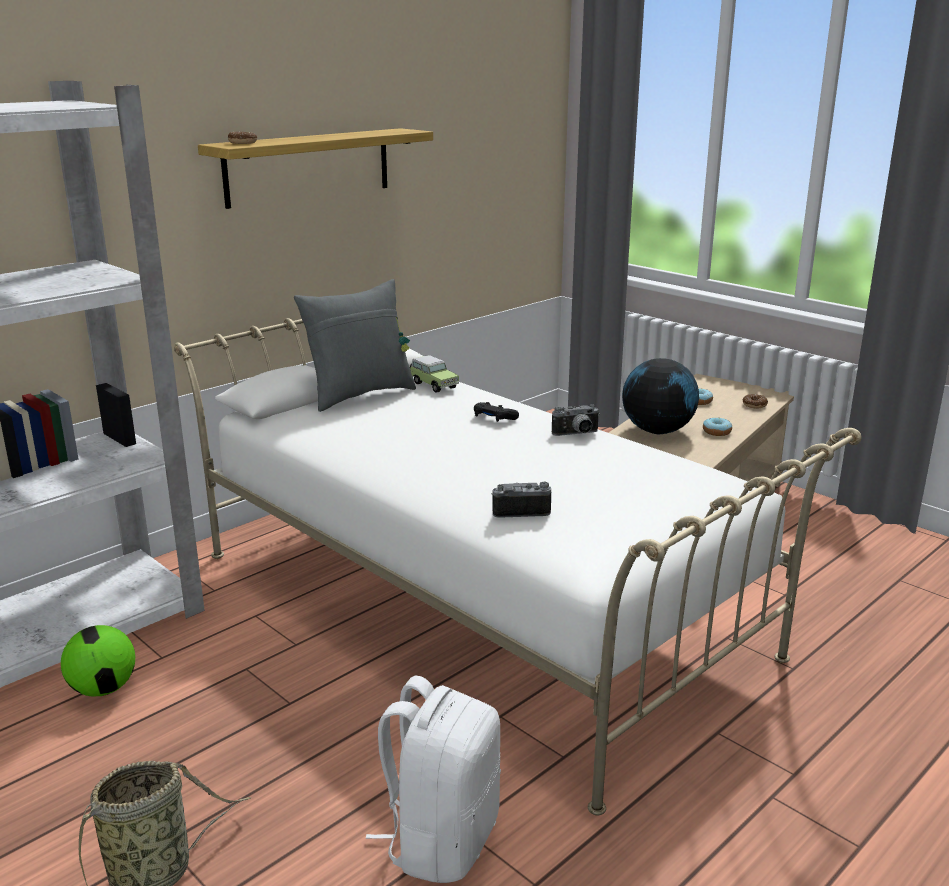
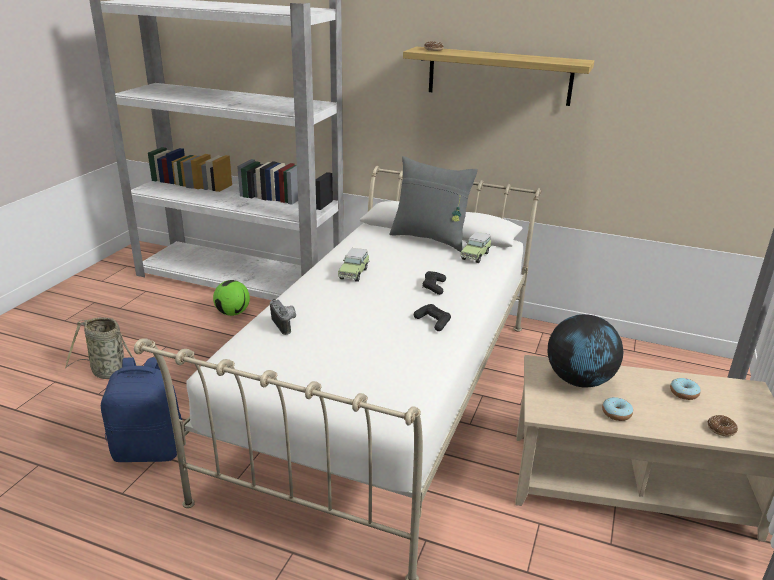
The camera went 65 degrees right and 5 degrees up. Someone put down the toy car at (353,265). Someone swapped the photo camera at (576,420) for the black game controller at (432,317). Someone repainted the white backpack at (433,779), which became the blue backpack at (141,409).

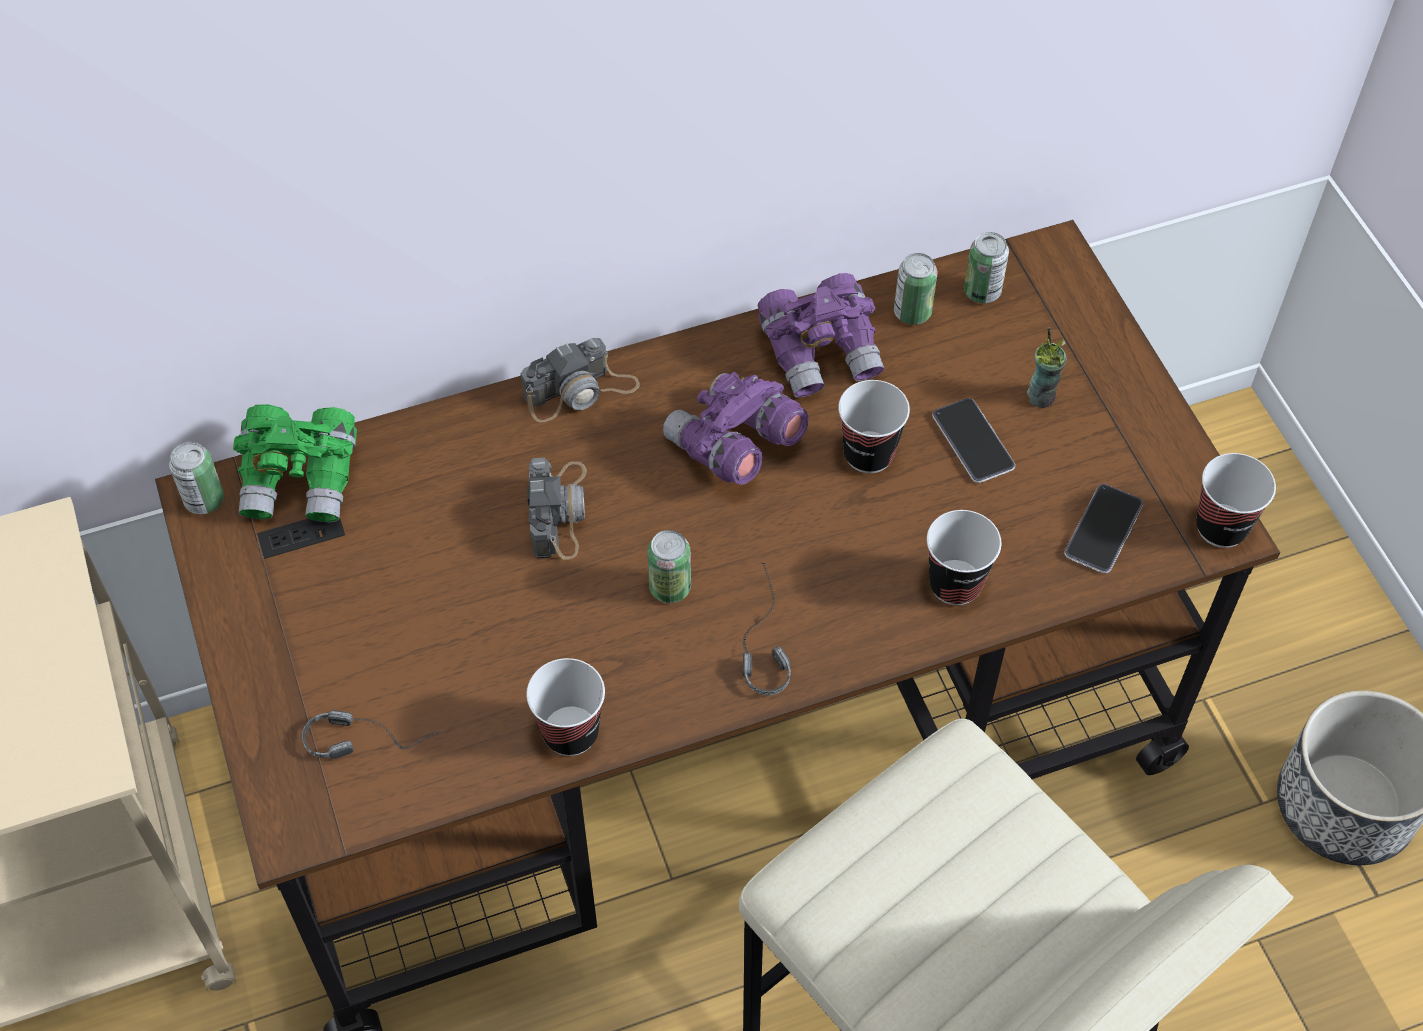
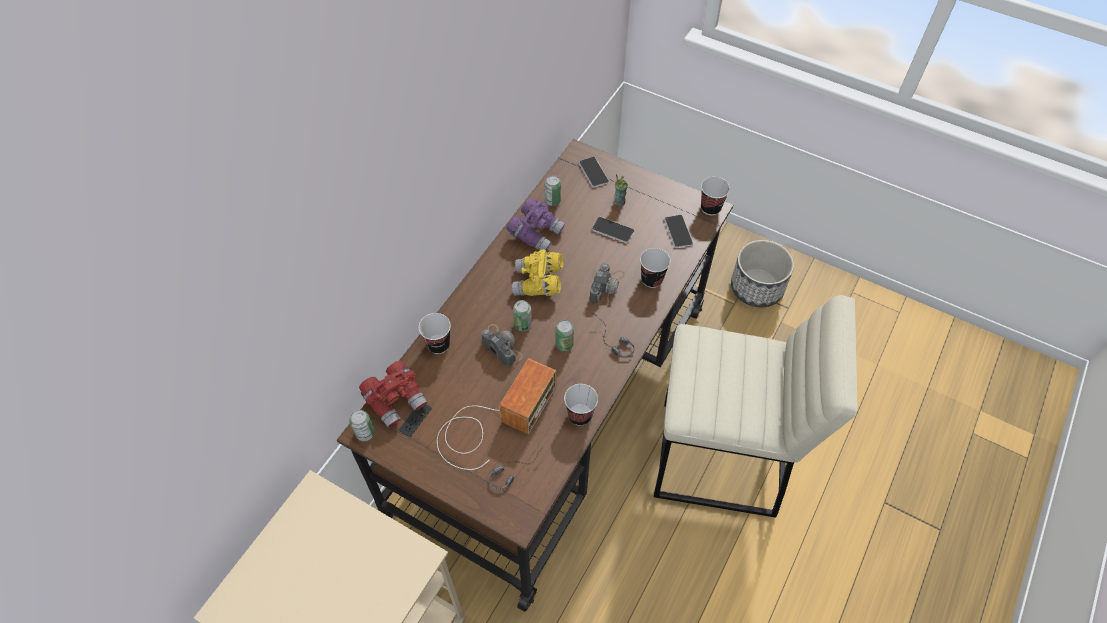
The camera went 40 degrees left and 0 degrees up. Someone put down the radio at (497,414). Someone put down the phone at (594,172). Someone carried the photo camera from (580,380) to (607,285). Someone carried the cup from (874,426) to (435,333). Someone carried the can from (986,267) to (522,315). Someone repainted the green binoculars at (295,463), which became the red binoculars at (393,394). Someone repainted the purple binoculars at (735,428), which became the yellow binoculars at (537,272).

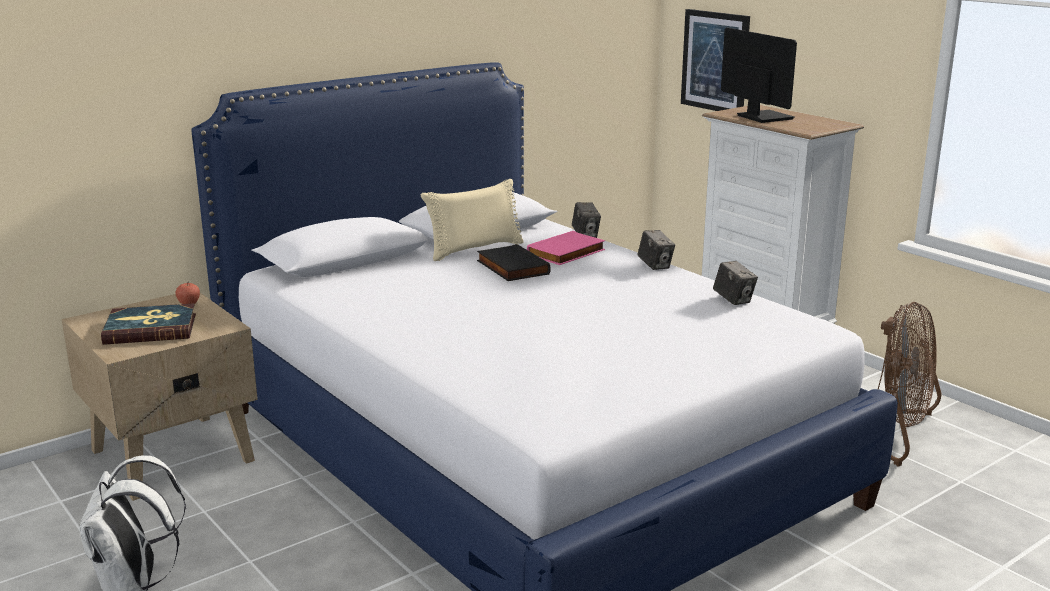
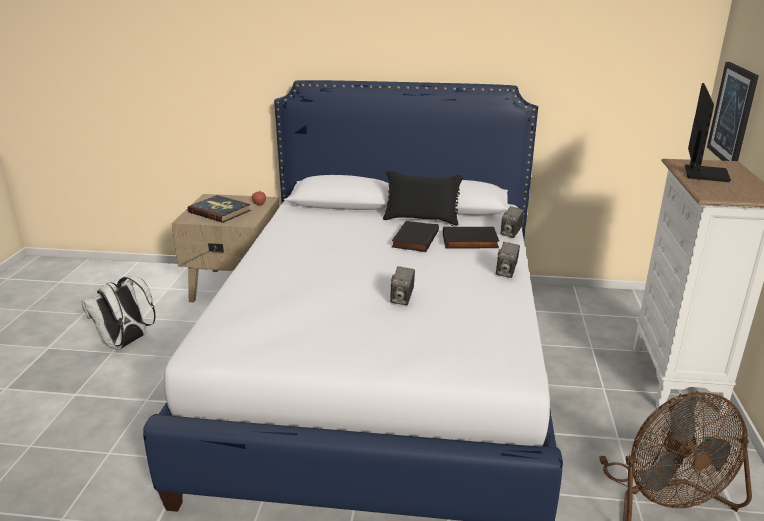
The camera went 45 degrees right and 5 degrees up. Someone carried the photo camera from (735,283) to (402,285). Someone repainted the beige pillow at (472,220), which became the black pillow at (423,198). Someone repainted the pink book at (566,248), which became the black book at (471,237).

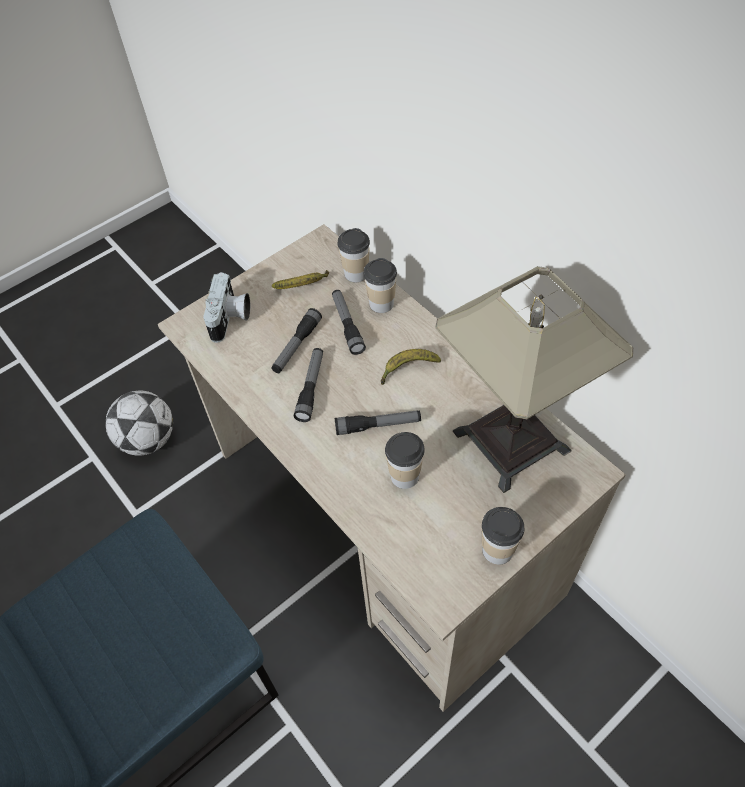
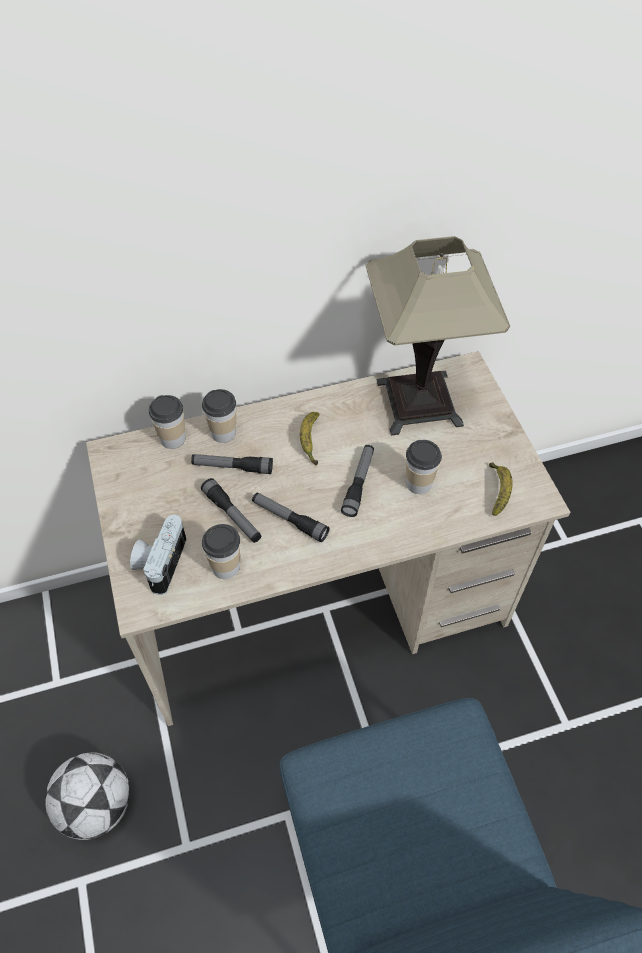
The camera went 70 degrees left and 0 degrees up. Someone carried the banana from (300,279) to (501,489). Someone carried the cup from (503,535) to (221,551). Someone rotated the photo camera at (226,307) by 105 degrees counterclockwise.

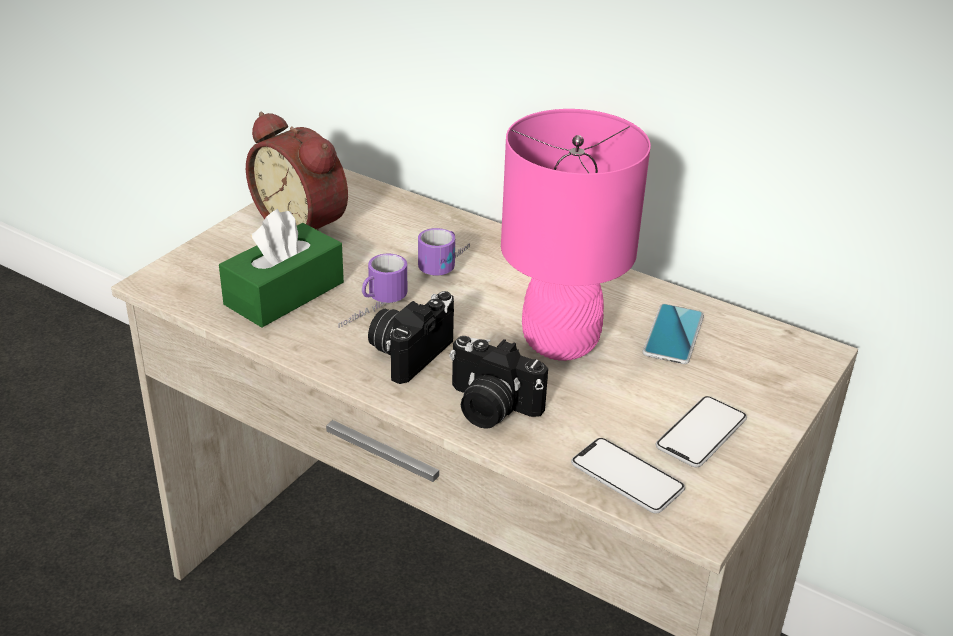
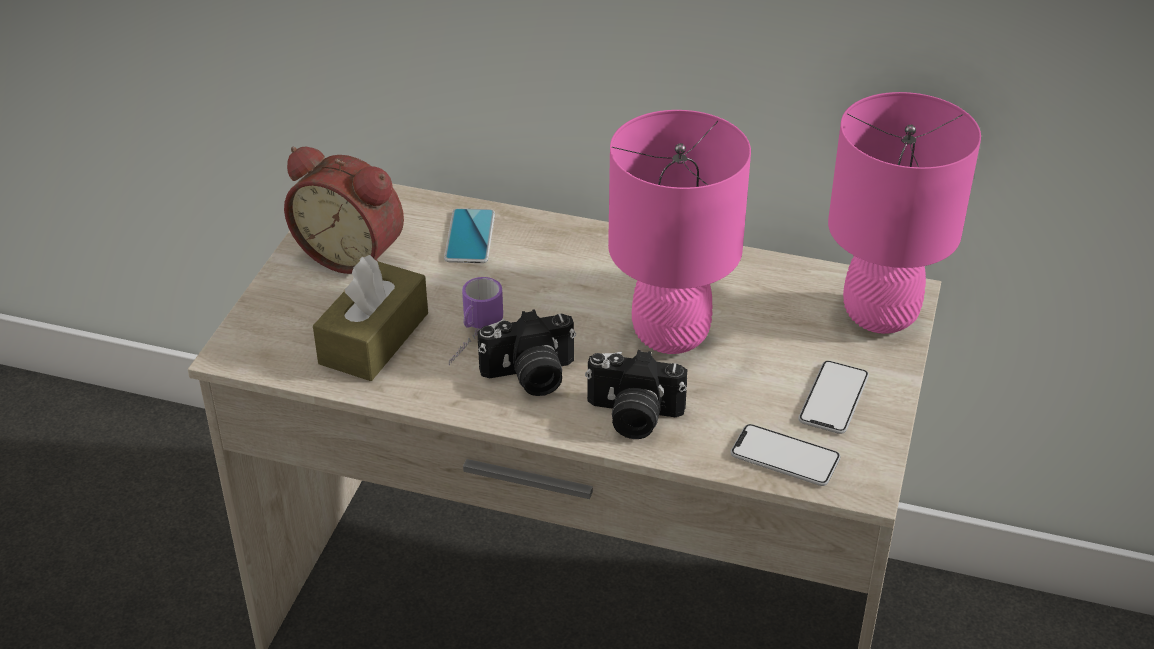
The camera went 15 degrees left and 5 degrees up. Someone took away the mug at (444,252). Someone put down the pink table lamp at (904,213). Someone carried the phone from (673,334) to (469,235). Someone repainted the green tissue box at (281,268), which became the brown tissue box at (370,318). Someone rotated the photo camera at (411,337) by 120 degrees counterclockwise.

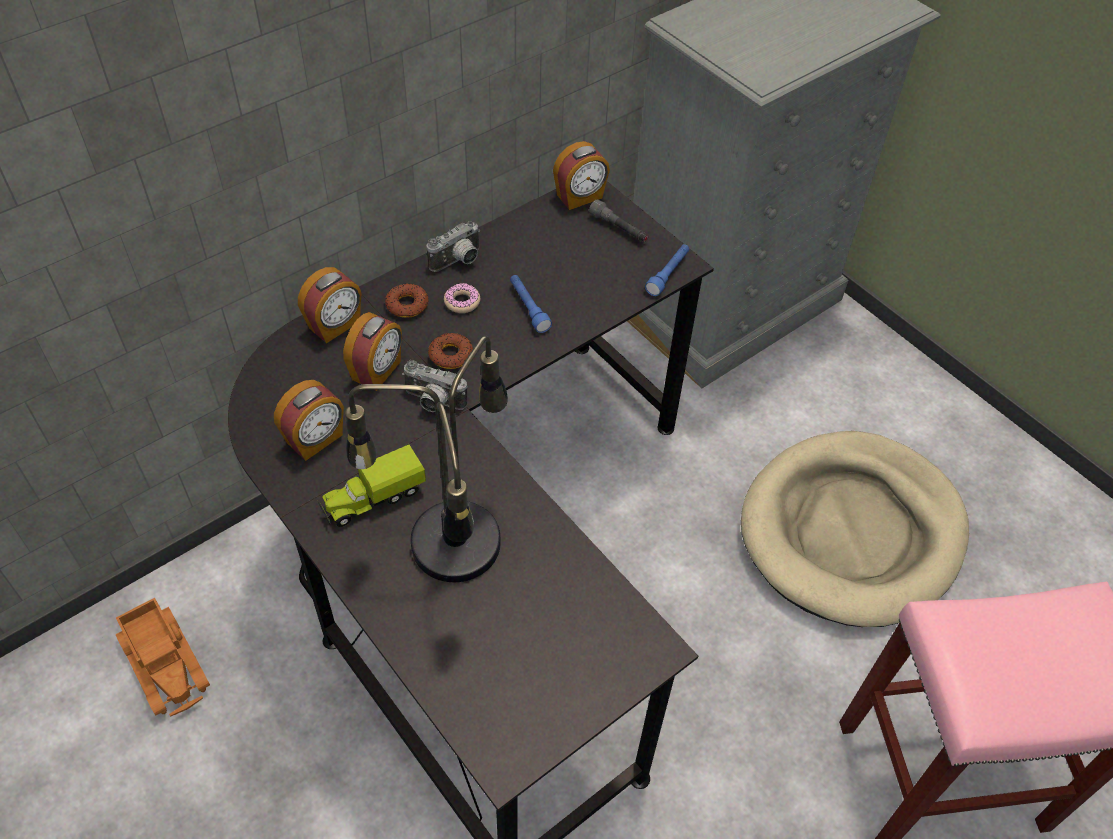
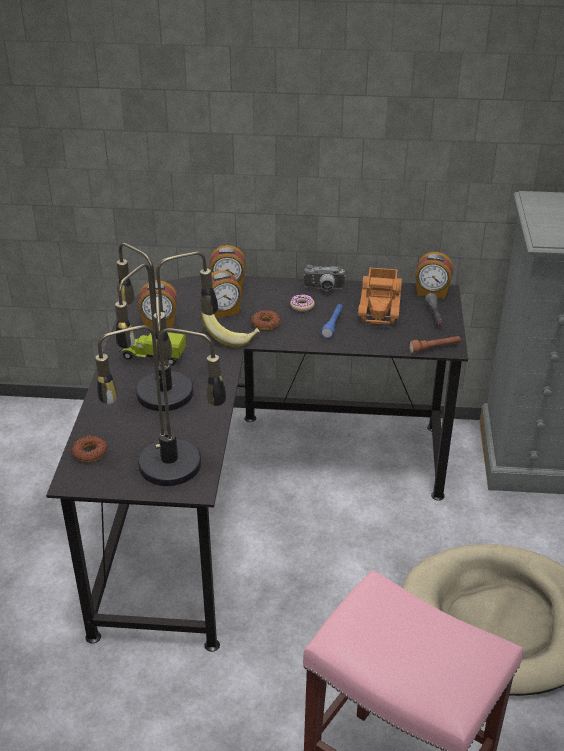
The camera went 45 degrees right and 15 degrees down. Someone put down the table lamp at (160,391). Someone carried the toy truck from (163,657) to (380,296). Someone carried the donut from (407,300) to (89,449). Someone swapped the photo camera at (434,386) for the banana at (230,329). Someone repainted the blue flashlight at (667,270), which became the brown flashlight at (435,344).

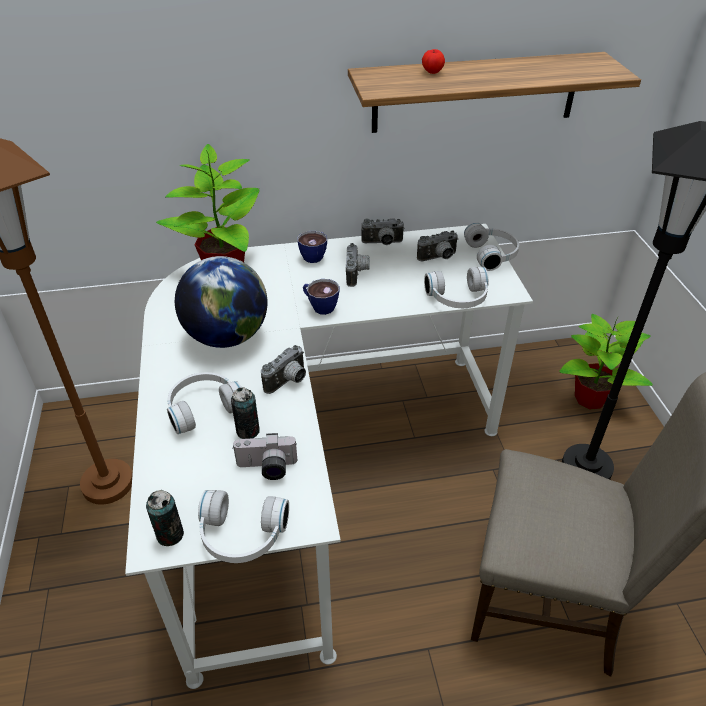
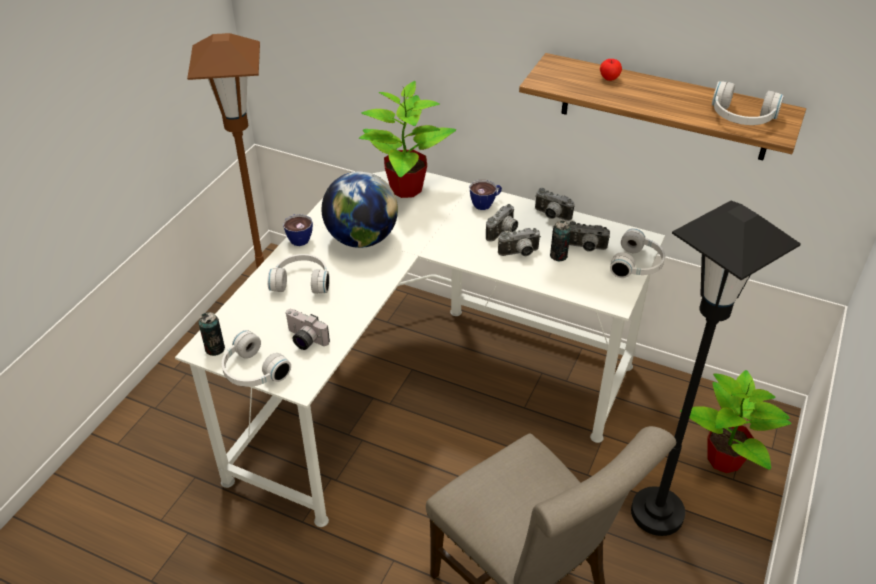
The camera went 35 degrees right and 0 degrees up. Someone carried the can from (245,413) to (560,241). Someone carried the photo camera from (283,369) to (519,242). Someone carried the cup from (321,297) to (298,230). Someone carried the white headphones from (456,287) to (748,103).

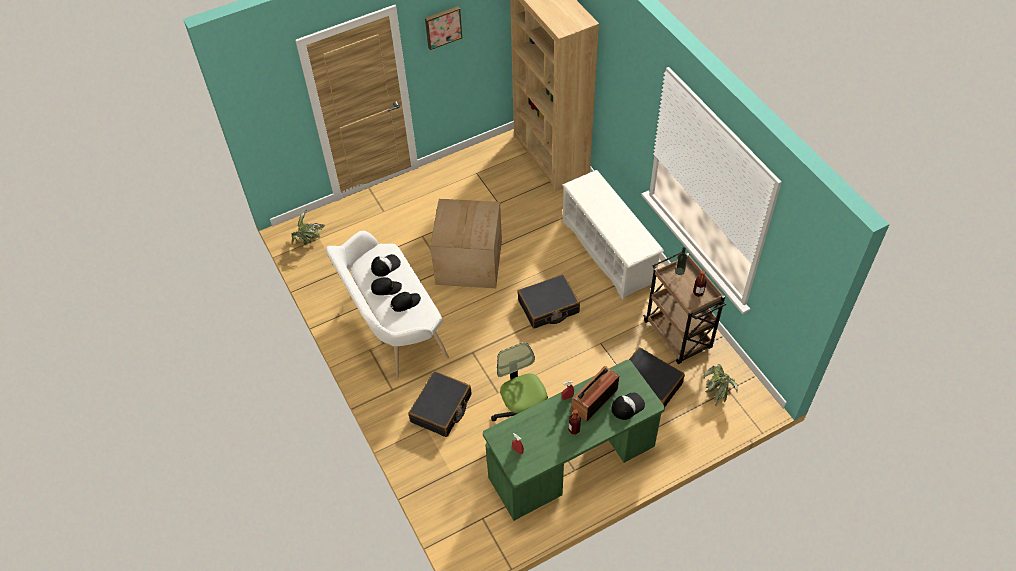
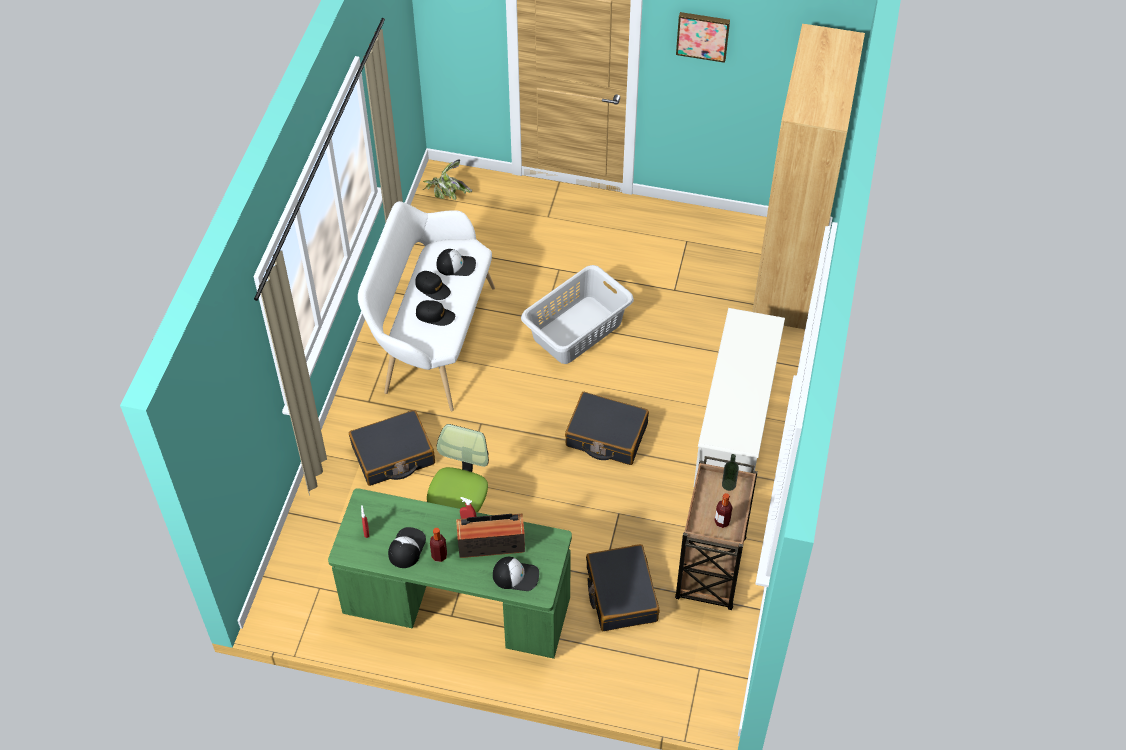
The camera went 40 degrees right and 0 degrees up. Someone took away the potted plant at (720,385). Someone put down the cap at (407,547). Someone swapped the cardboard box at (466,243) for the grey laundry basket at (577,314).

